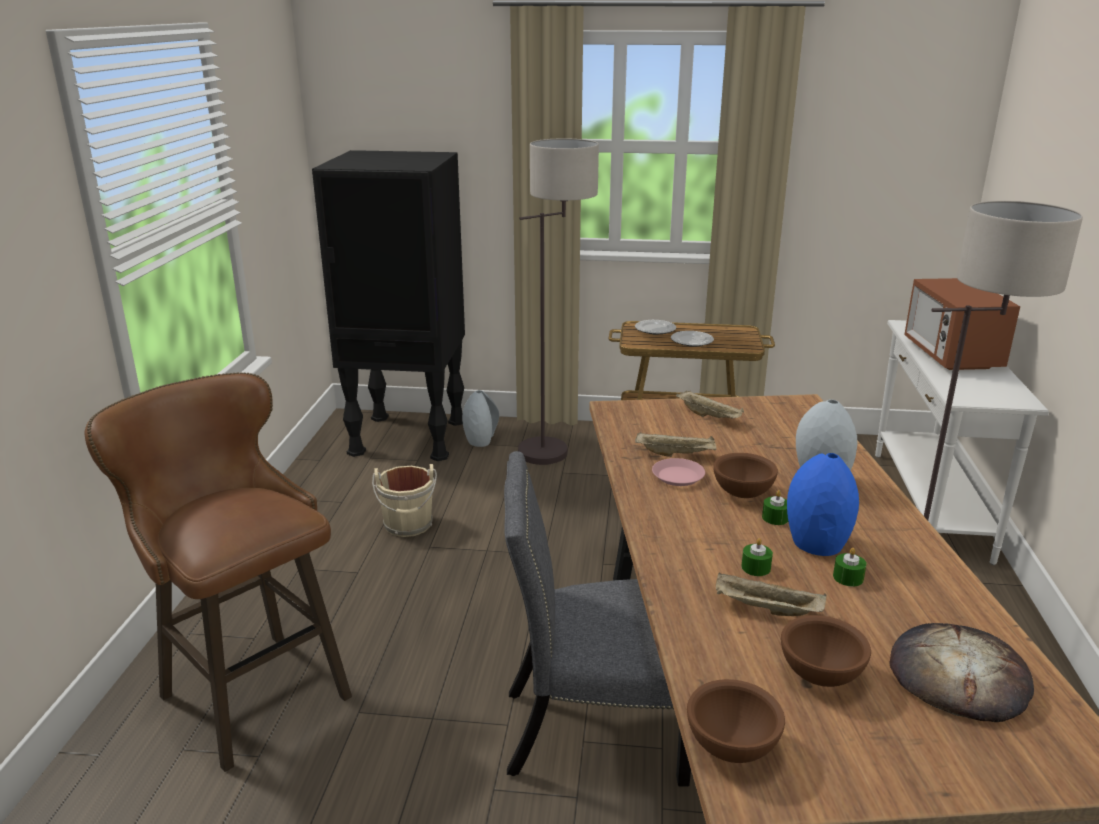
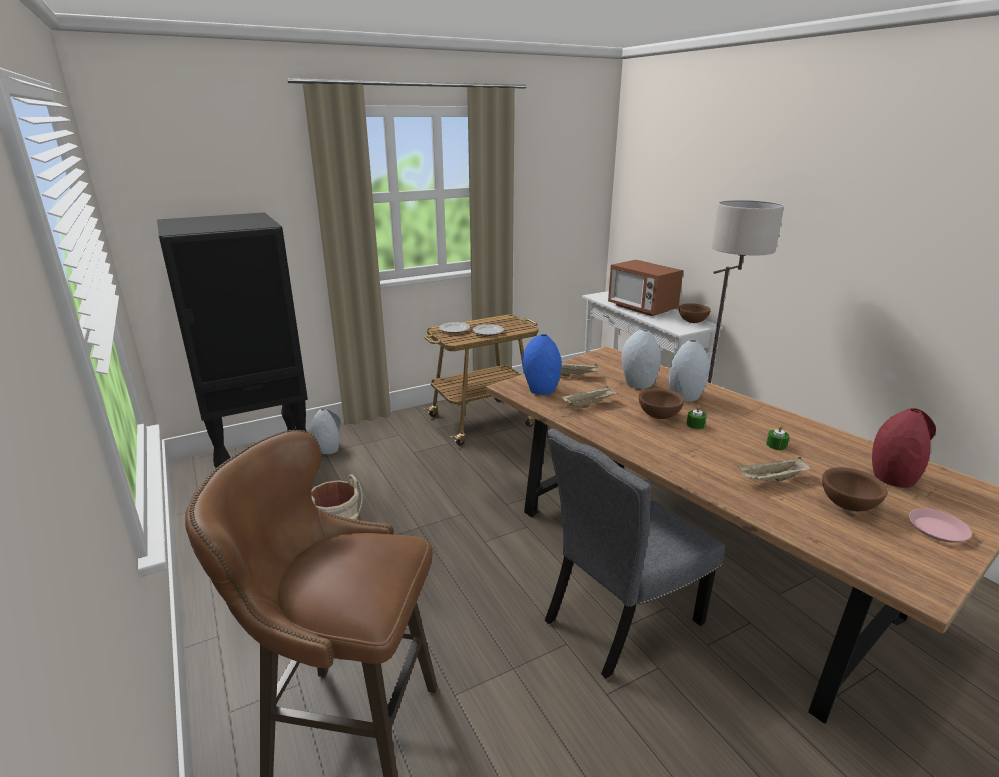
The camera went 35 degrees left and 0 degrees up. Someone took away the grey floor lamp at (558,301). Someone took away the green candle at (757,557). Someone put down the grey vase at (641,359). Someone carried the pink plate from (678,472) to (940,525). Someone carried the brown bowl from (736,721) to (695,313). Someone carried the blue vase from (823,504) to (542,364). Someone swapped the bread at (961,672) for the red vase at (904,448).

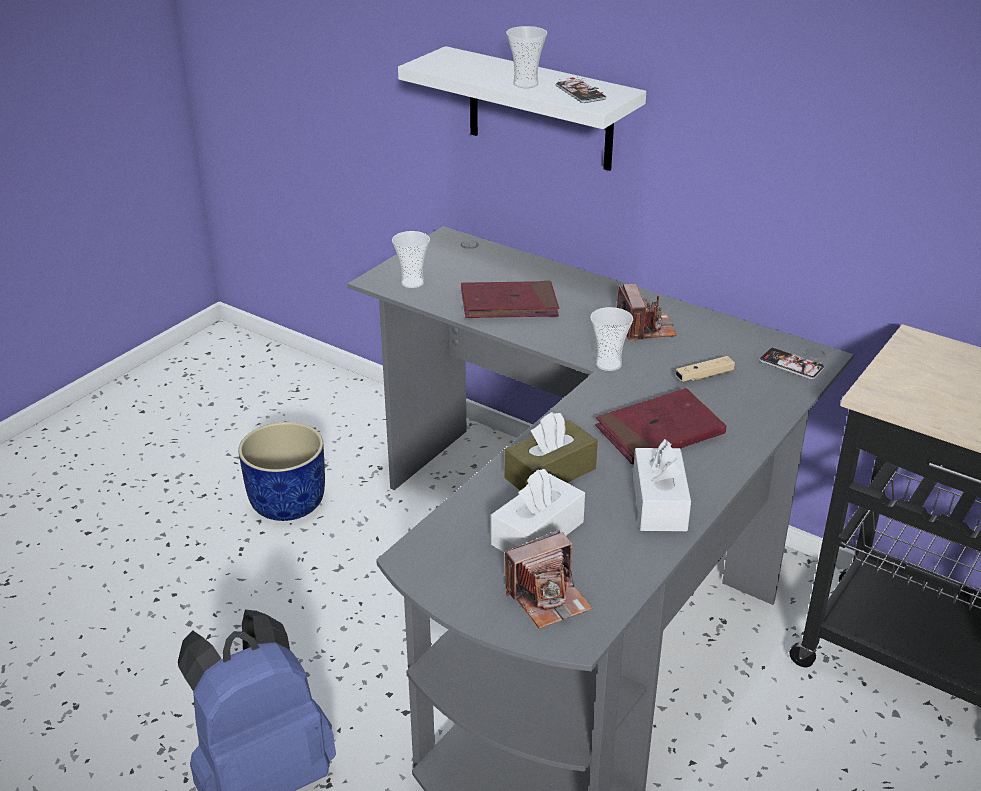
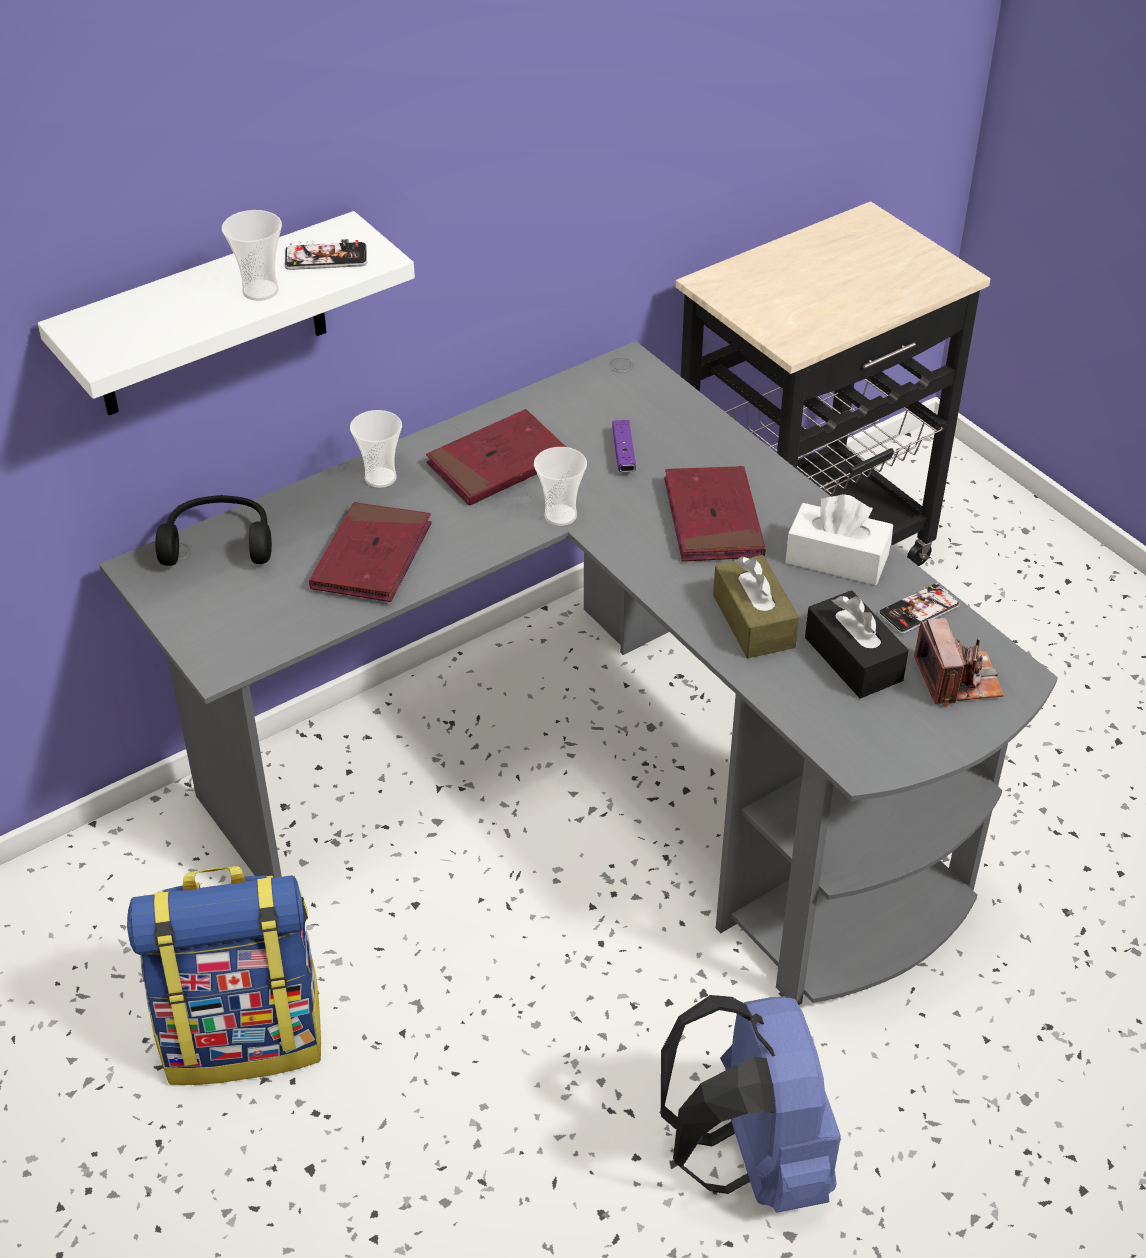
The camera went 70 degrees left and 10 degrees up. Someone put down the black headphones at (213,530). Someone carried the cup from (411,259) to (376,449). Someone carried the phone from (792,364) to (919,608). Someone swapped the blue planter at (281,471) for the backpack at (224,975). Someone swapped the photo camera at (647,312) for the red book at (496,457). Someone repainted the white tissue box at (538,511), which became the black tissue box at (857,644). Someone repainted the beige game controller at (705,369), which became the purple game controller at (624,446).

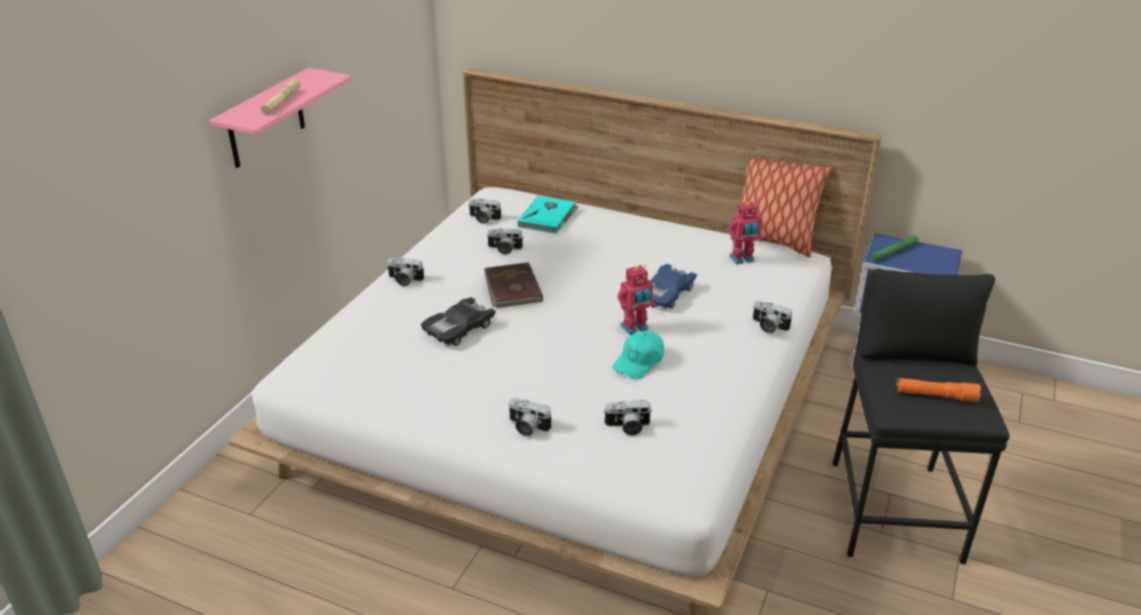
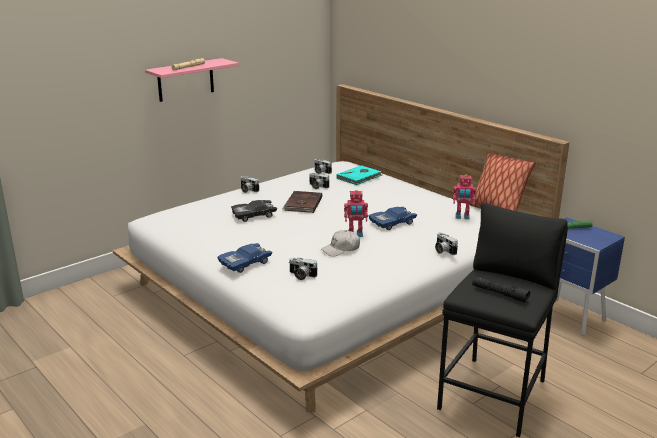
The camera went 25 degrees right and 10 degrees down. Someone swapped the photo camera at (530,417) for the blue toy car at (244,258). Someone repainted the turquoise cap at (638,355), which became the white cap at (340,243). Someone repainted the orange flashlight at (938,390), which became the black flashlight at (501,290).

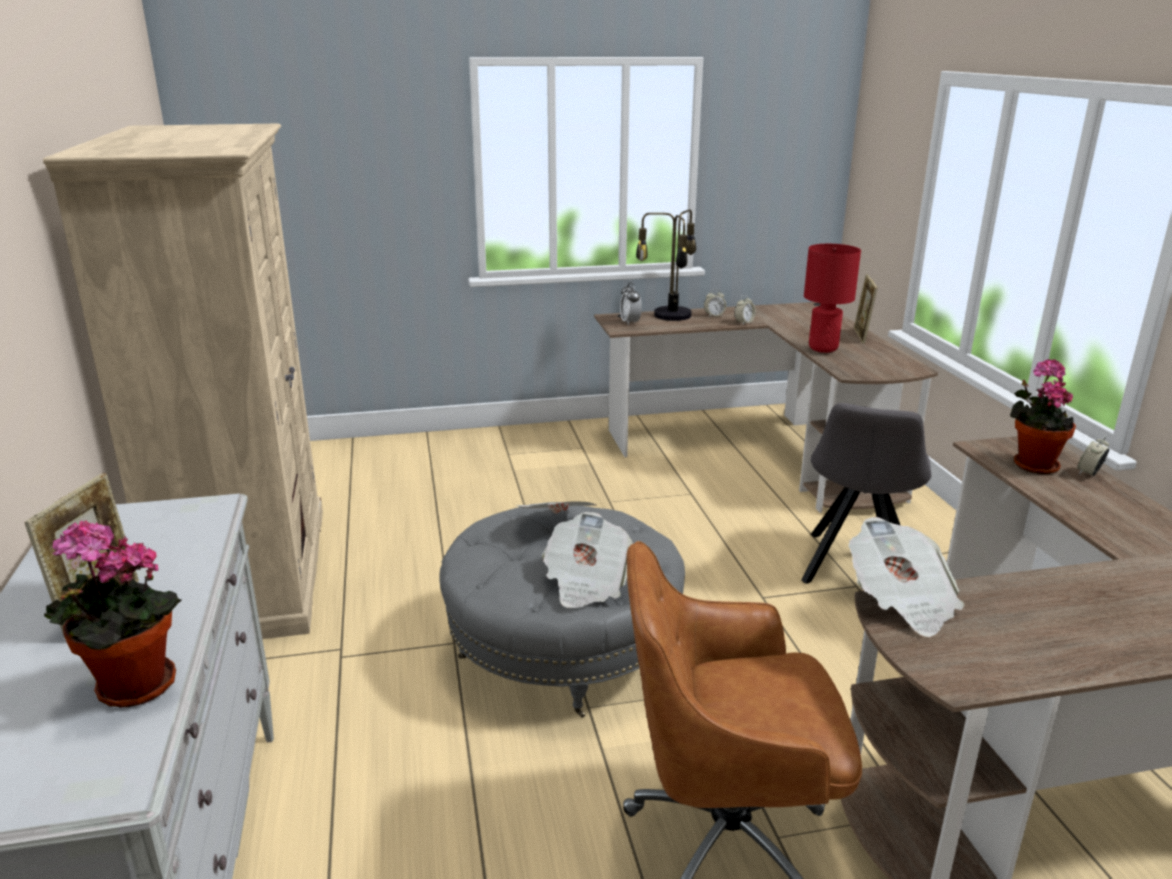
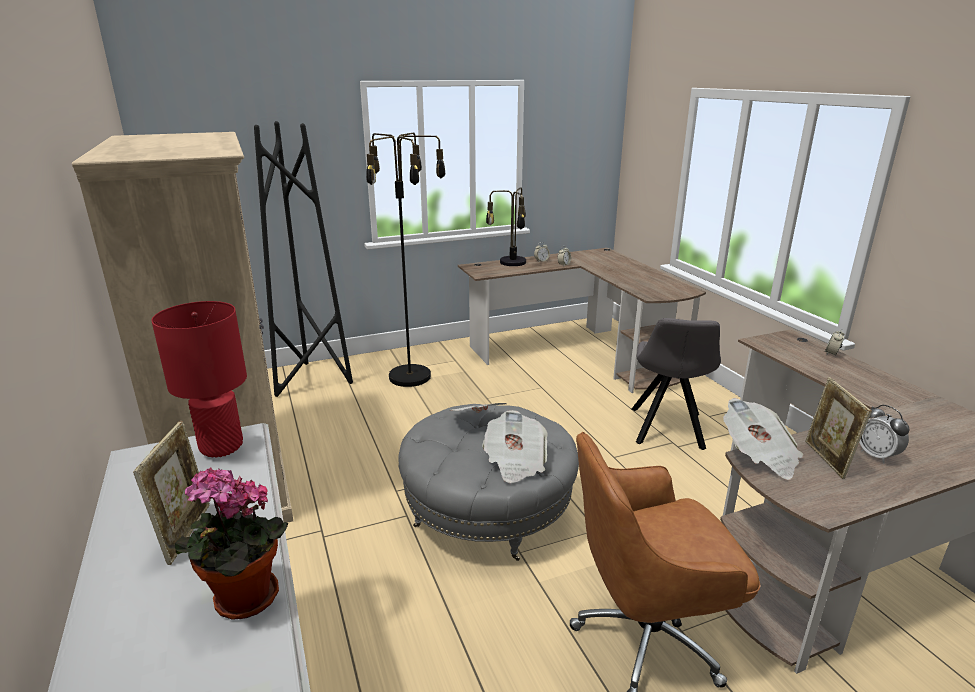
The camera went 10 degrees left and 0 degrees up. Someone took away the potted plant at (1043,417). Someone put down the black clothes rack at (303,259). Someone put down the floor lamp at (405,260). Someone carried the alarm clock from (631,303) to (884,434). Someone carried the red table lamp from (832,298) to (199,379). Someone carried the picture frame from (865,309) to (838,428).

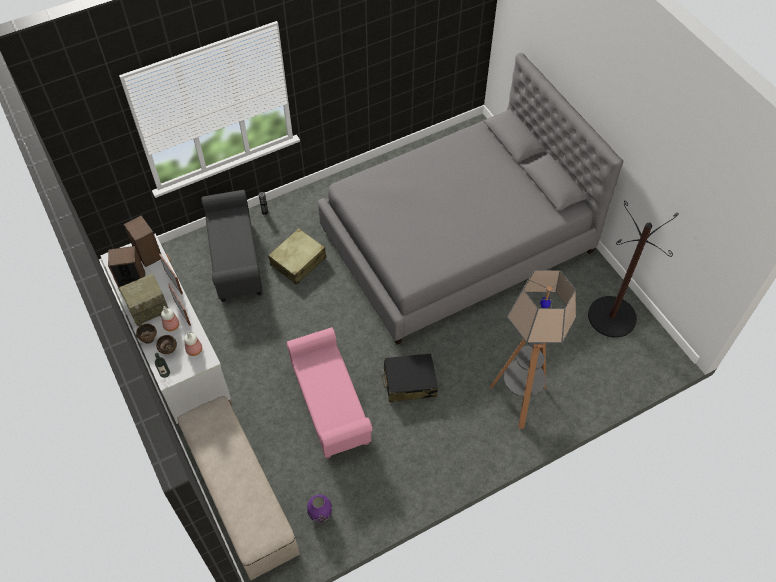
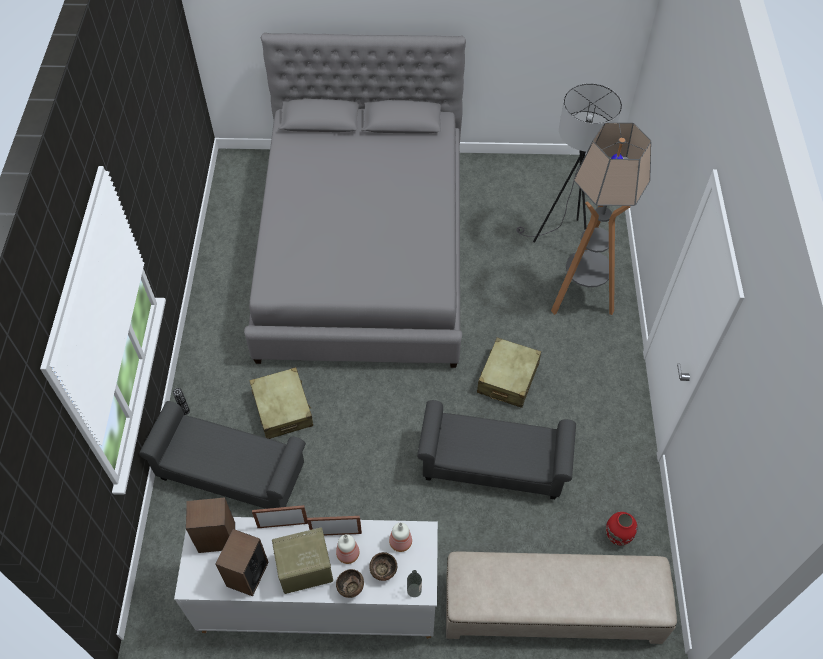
The camera went 60 degrees left and 0 degrees up. Someone took away the black clothes rack at (633,269). Someone put down the grey floor lamp at (569,163). Someone repainted the pink ottoman at (329,392), which became the grey ottoman at (496,449). Someone repainted the purple vase at (319,508), which became the red vase at (621,528). Someone repainted the black suitcase at (410,377), which became the beige suitcase at (509,372). Someone rotated the radio at (143,300) by 105 degrees counterclockwise.

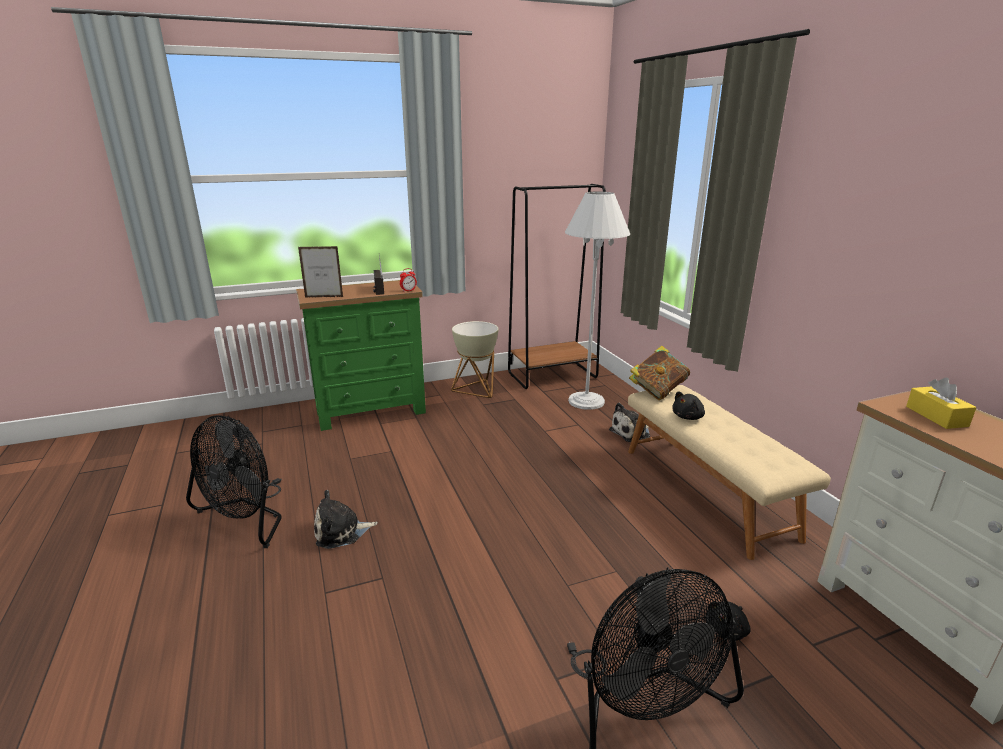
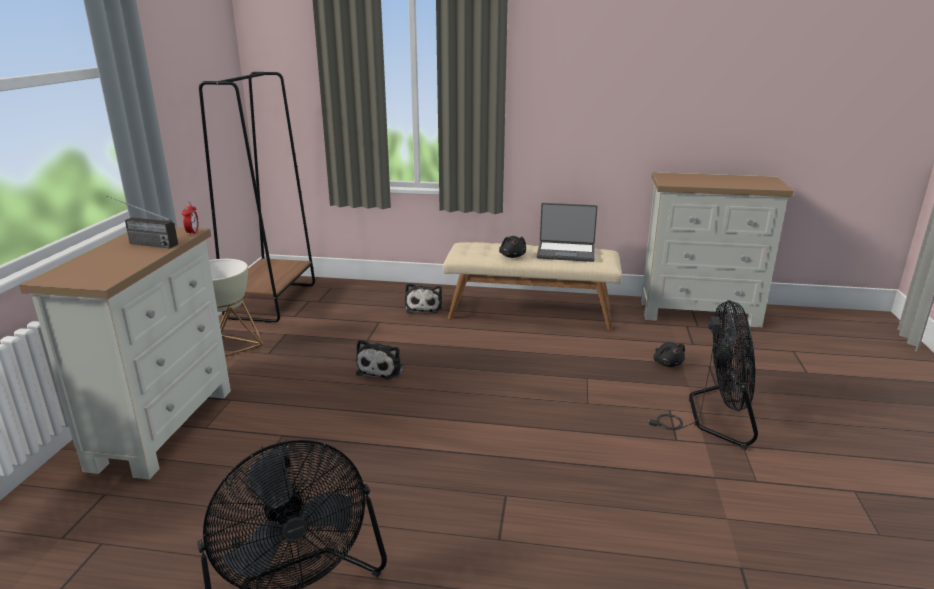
The camera went 60 degrees left and 0 degrees up. Someone took away the picture frame at (320,272). Someone took away the white floor lamp at (597,301). Someone took away the book at (659,373). Someone took away the yellow tissue box at (941,403). Someone put down the laptop at (567,232). Someone carried the plush toy from (346,519) to (379,359). Someone repainted the green dresser at (361,355), which became the white dresser at (125,353).

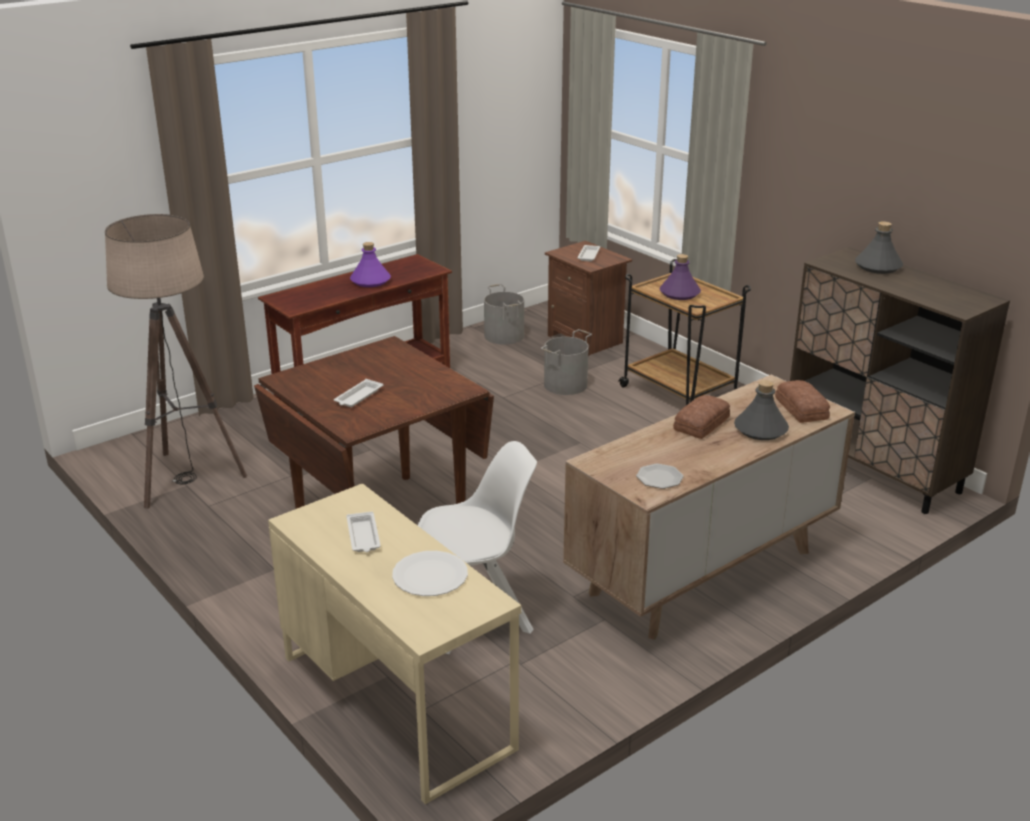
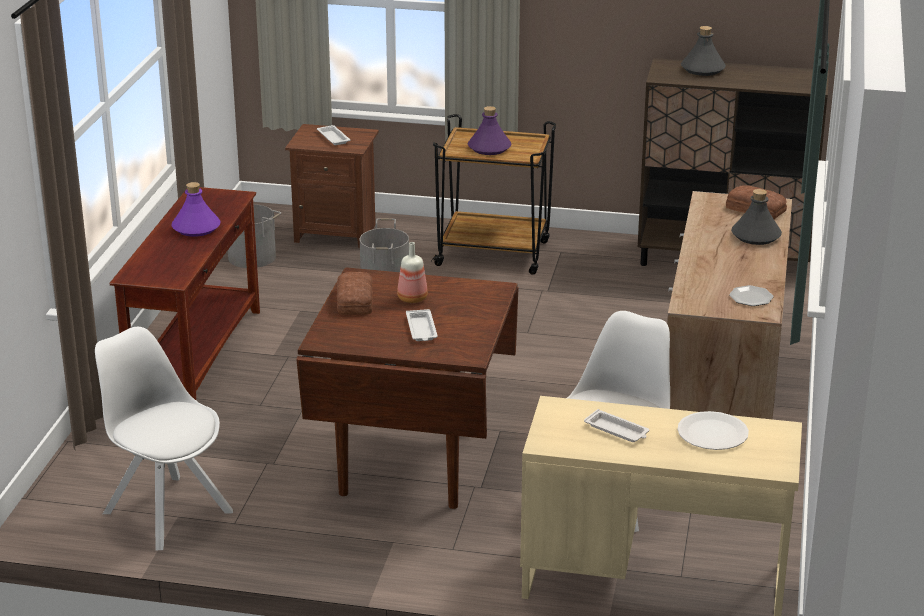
The camera went 40 degrees left and 0 degrees up. Someone put down the bottle at (412,272). Someone carried the bread from (701,417) to (355,293). Someone swapped the floor lamp at (176,361) for the white chair at (164,439).

